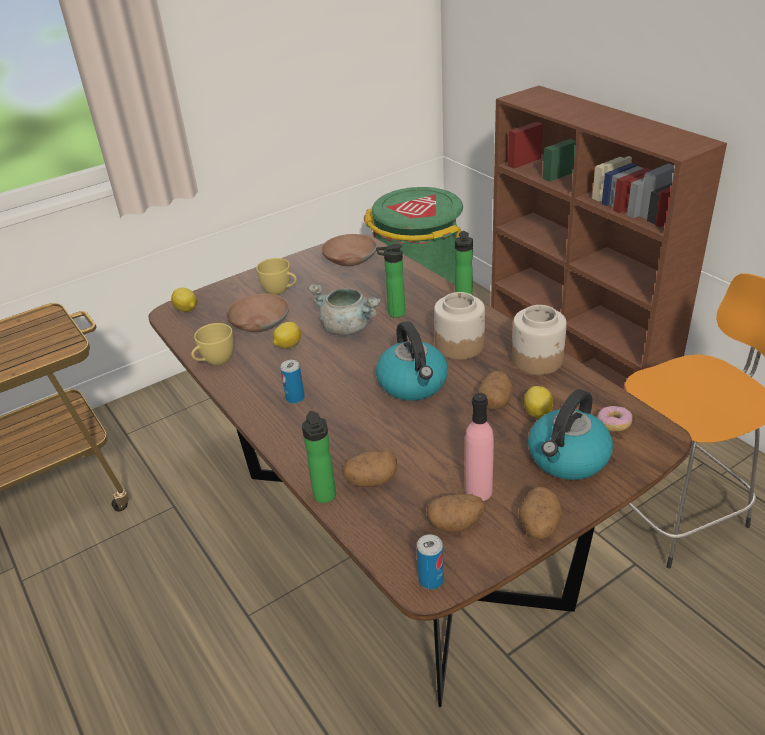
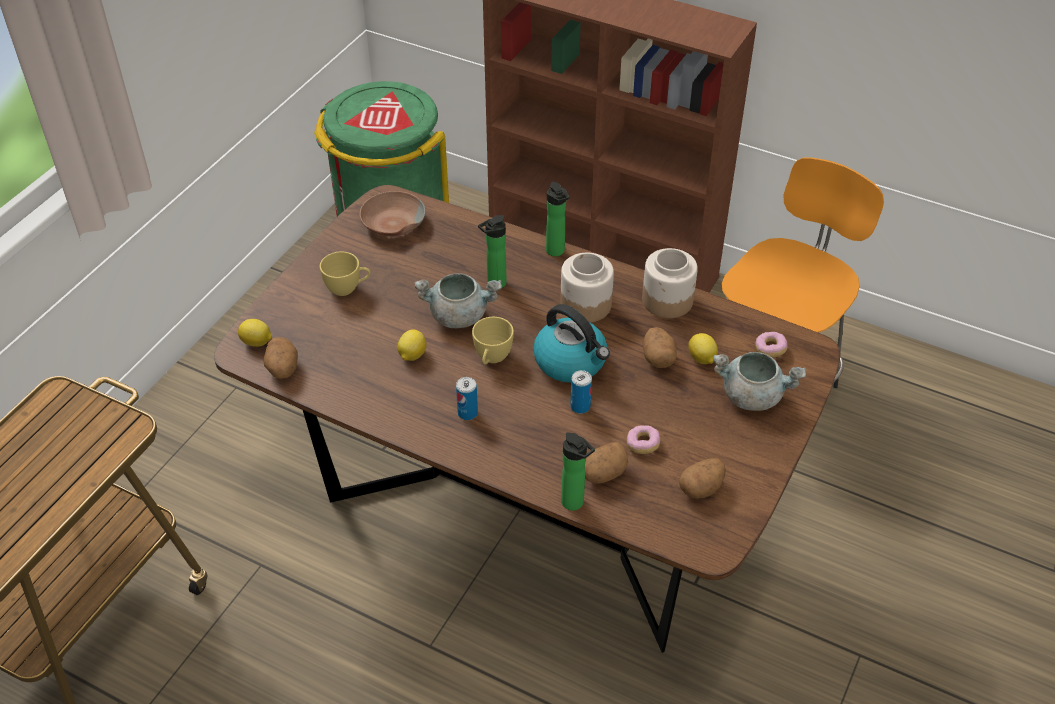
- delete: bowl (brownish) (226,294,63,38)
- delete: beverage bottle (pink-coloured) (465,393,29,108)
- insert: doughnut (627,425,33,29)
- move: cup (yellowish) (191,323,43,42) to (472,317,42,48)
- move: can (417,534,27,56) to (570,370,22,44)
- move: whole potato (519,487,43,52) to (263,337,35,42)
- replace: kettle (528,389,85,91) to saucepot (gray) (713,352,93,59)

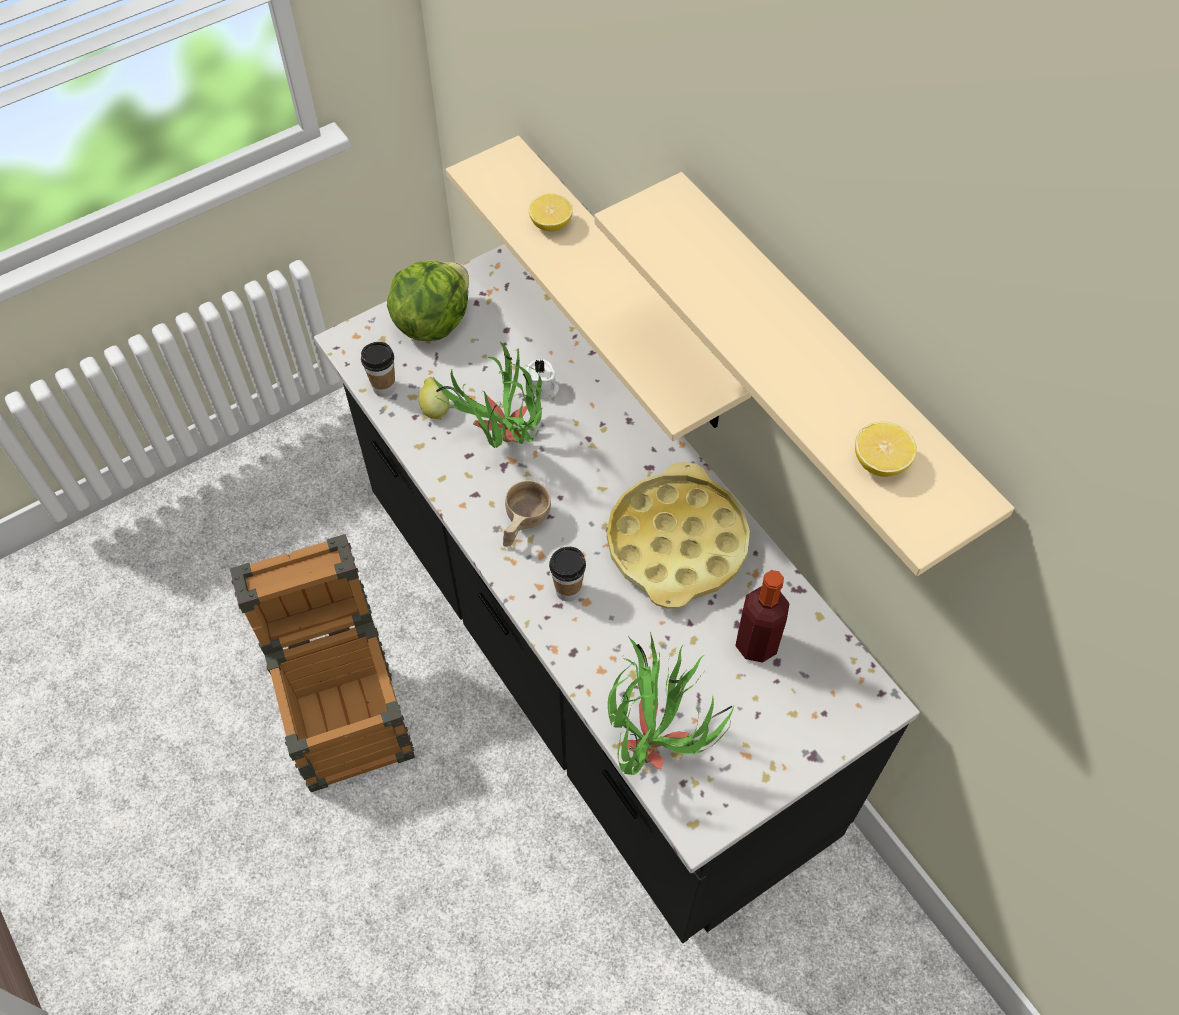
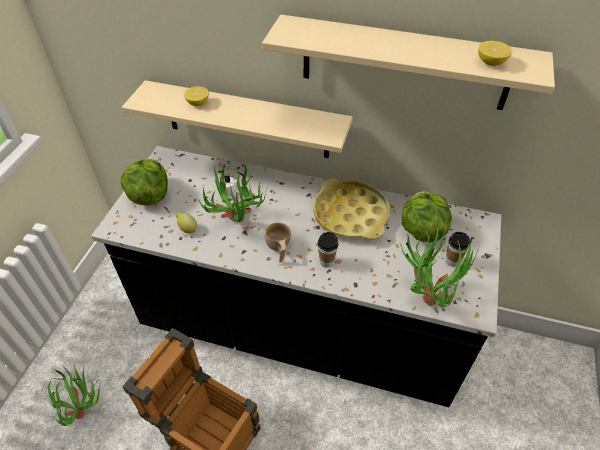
- insert: plant in a pot (46,363,54,63)
- move: cup (361,342,35,55) to (445,232,25,35)
- replace: beverage bottle (735,570,54,93) to lettuce head (401,191,51,51)

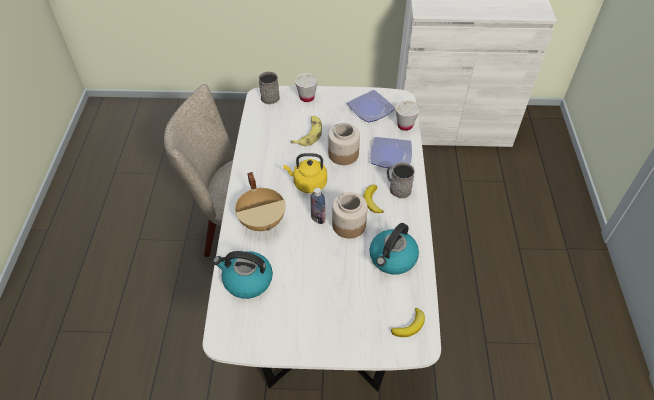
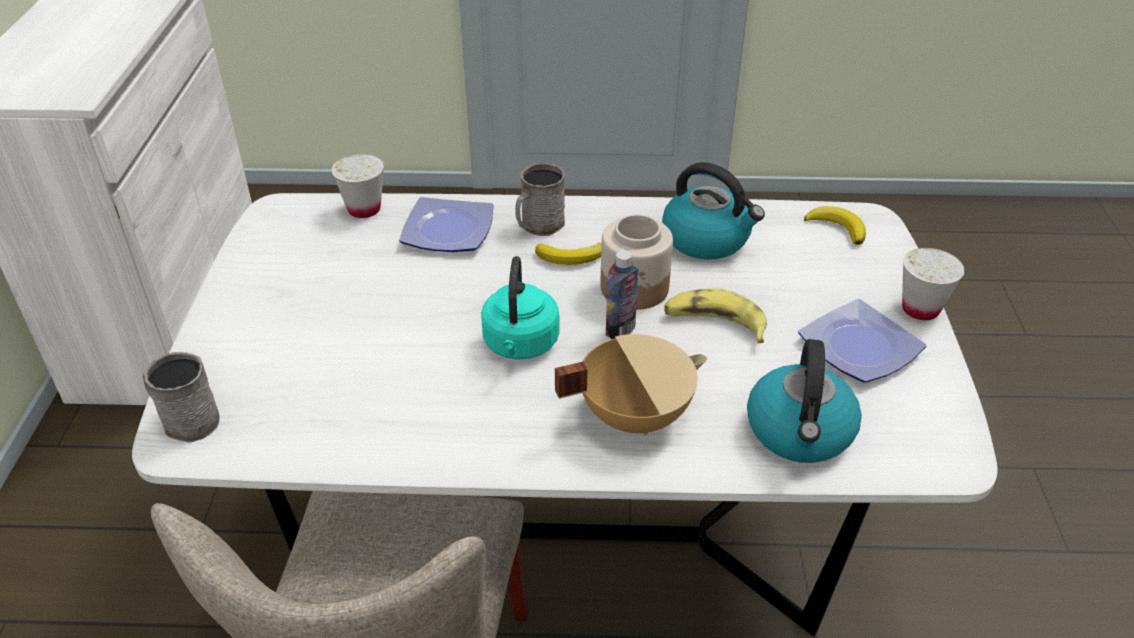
- delete: preserve jar (328,123,32,42)
- move: banana fruit (291,116,31,30) to (664,288,103,55)
- move: cup (white) (295,73,23,29) to (902,248,63,72)
- move: flat dish (347,90,48,32) to (798,299,128,84)
- recolor: kettle (yellowish) (283,153,44,40) to kettle (turquoise-coloured) (481,256,79,104)

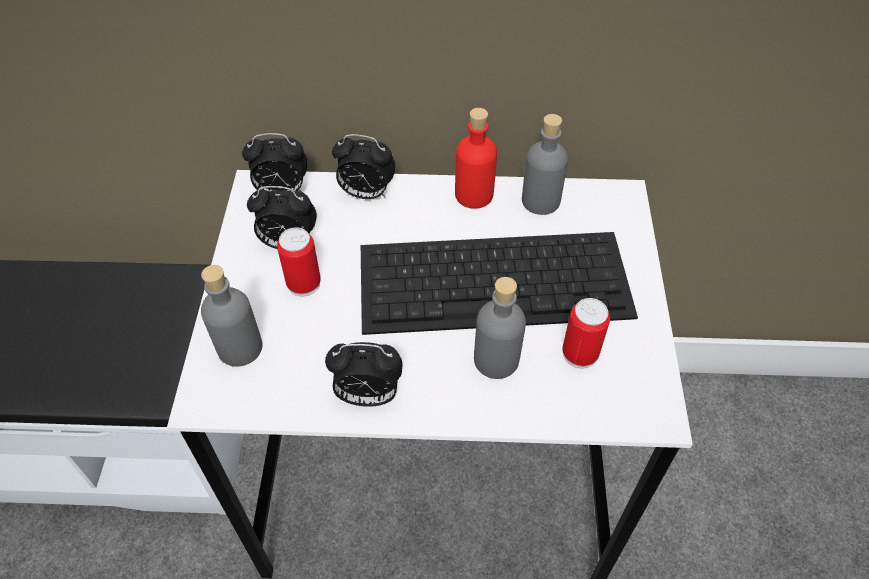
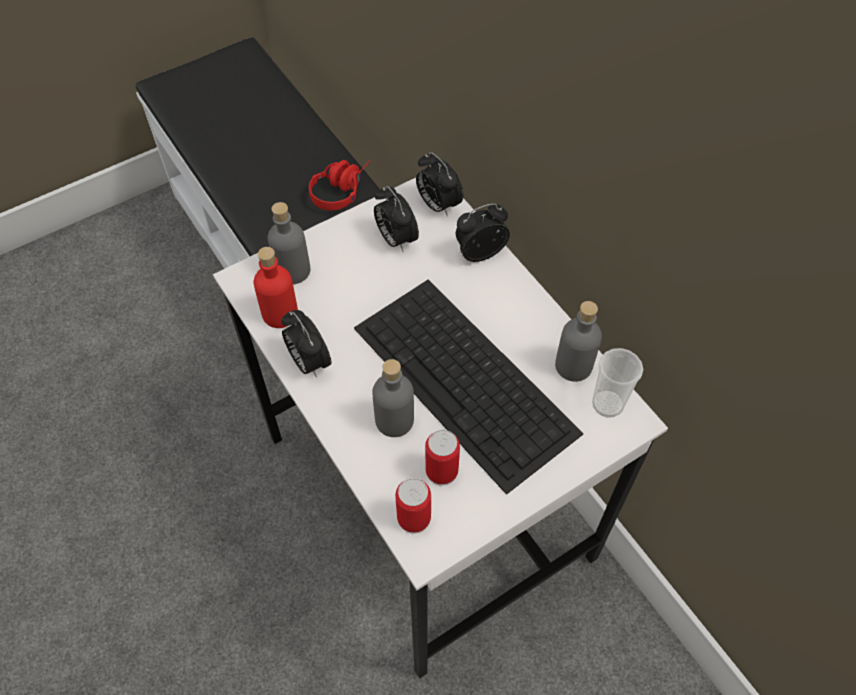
- insert: headphones (reddish) (309,160,61,51)
- insert: cup (592,348,51,70)
- move: can (277,227,44,69) to (395,478,36,56)
- move: beverage bottle (reddish) (455,108,42,101) to (254,247,44,81)
- rotate: bedside clock (332,134,64,65) = (456,203,54,59) 90 degrees clockwise

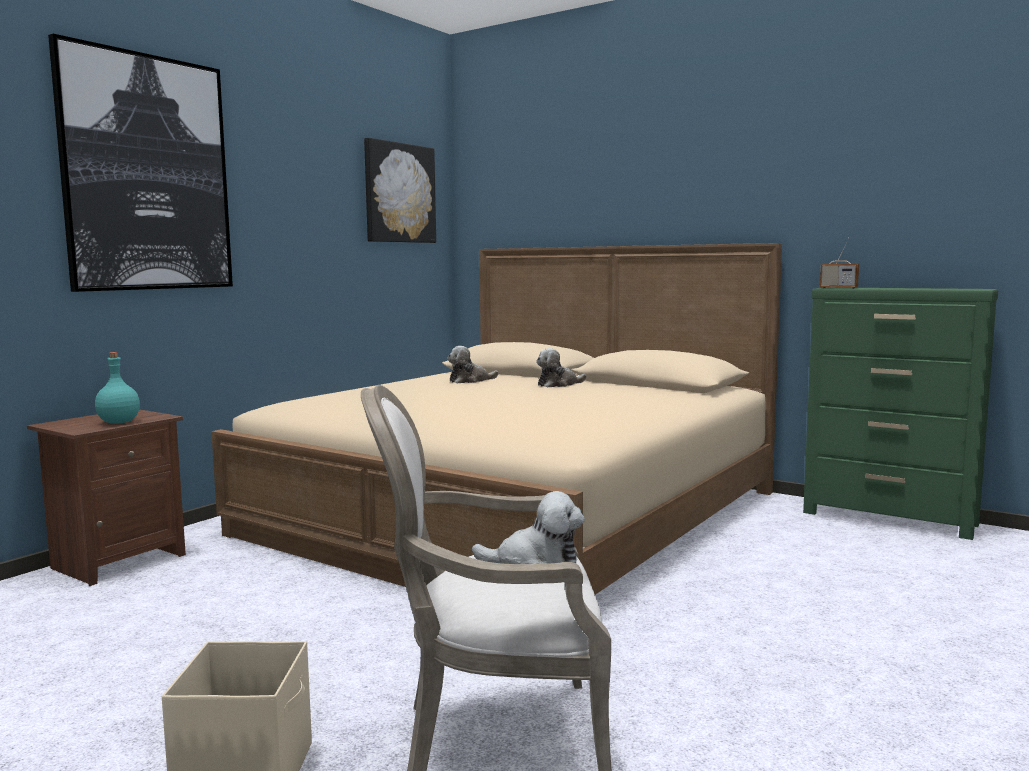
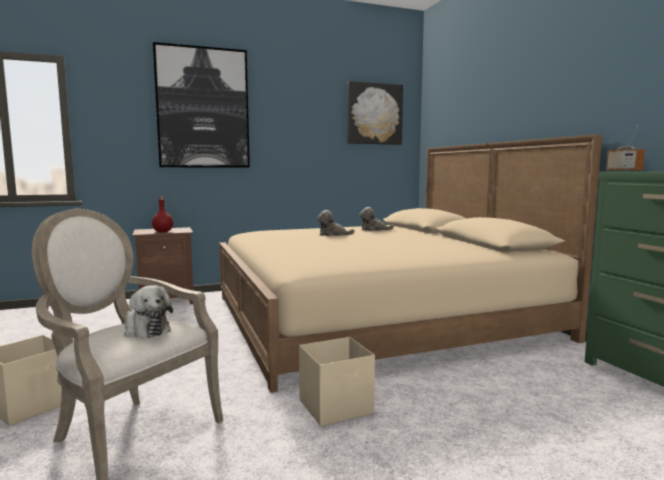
- insert: storage box (sand-coloured) (299,337,76,89)
- move: cuddly toy (536,348,50,40) to (317,210,38,26)
- recolor: beverage bottle (turquoise-coloured) (95,352,45,72) to beverage bottle (reddish) (152,197,21,35)

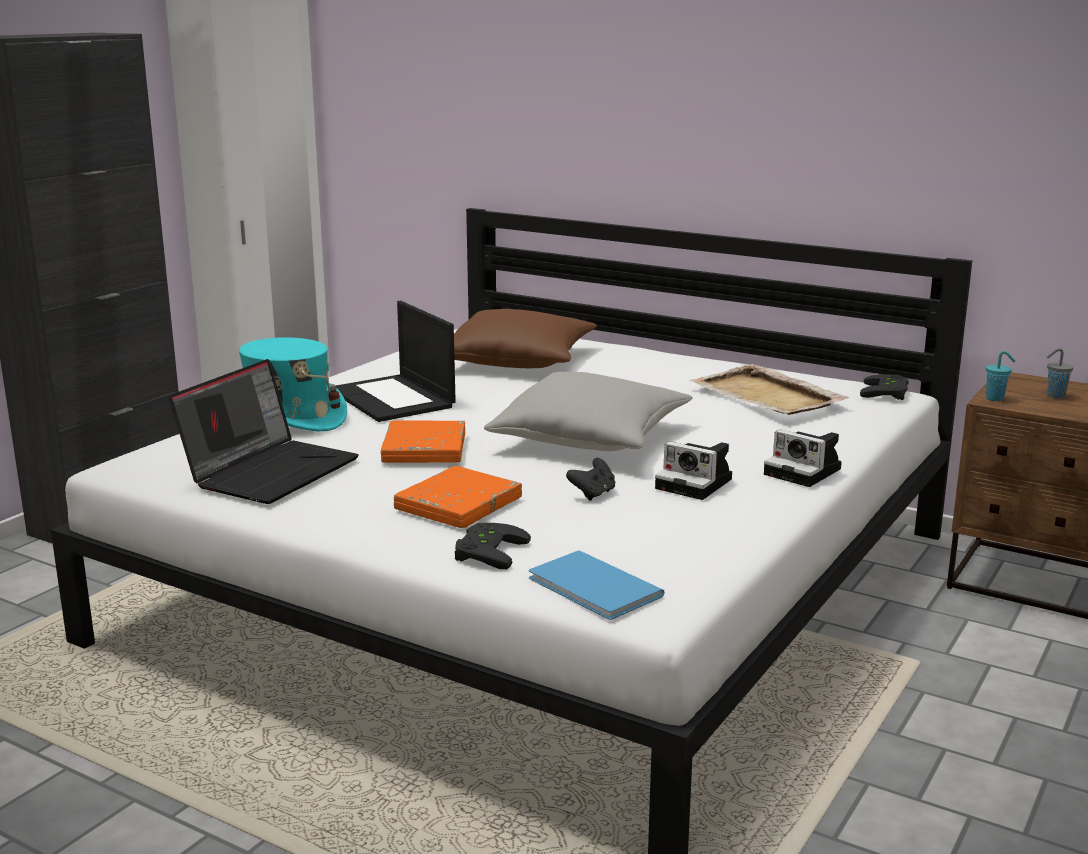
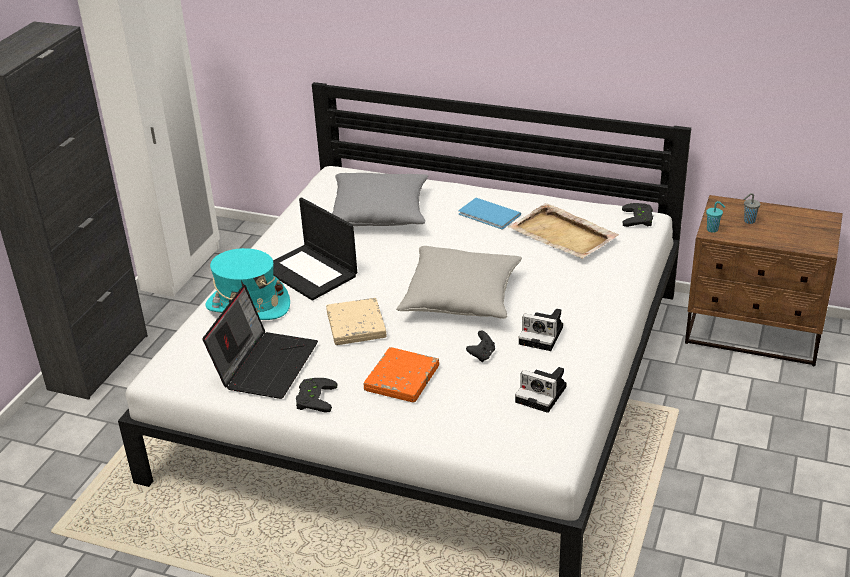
- move: joypad (blackish) (455,523,76,46) to (296,378,41,35)
- move: volume (bluish) (529,550,136,70) to (458,198,63,32)
- move: photo camera (764,429,78,58) to (515,367,52,46)
- recolor: volume (orange-coloured) (381,420,84,43) to volume (sand-coloured) (326,298,61,47)
- recolor: throw pillow (brownish) (454,309,143,59) to throw pillow (gray) (332,173,96,53)

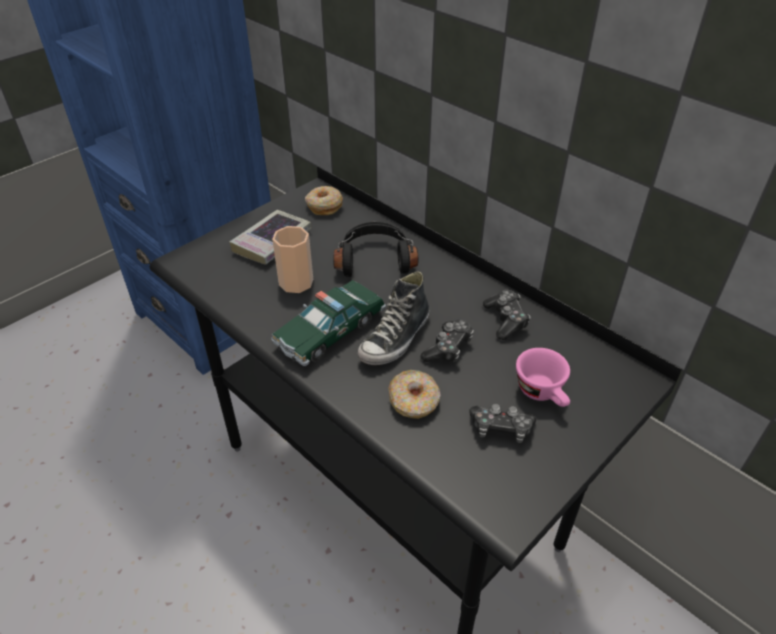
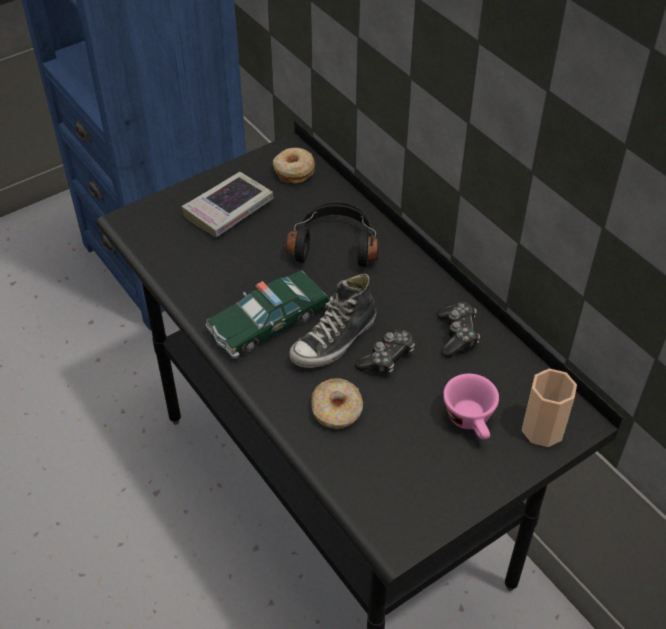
- delete: joypad (469,404,67,39)
- move: cup (272,226,41,67) to (522,369,55,78)

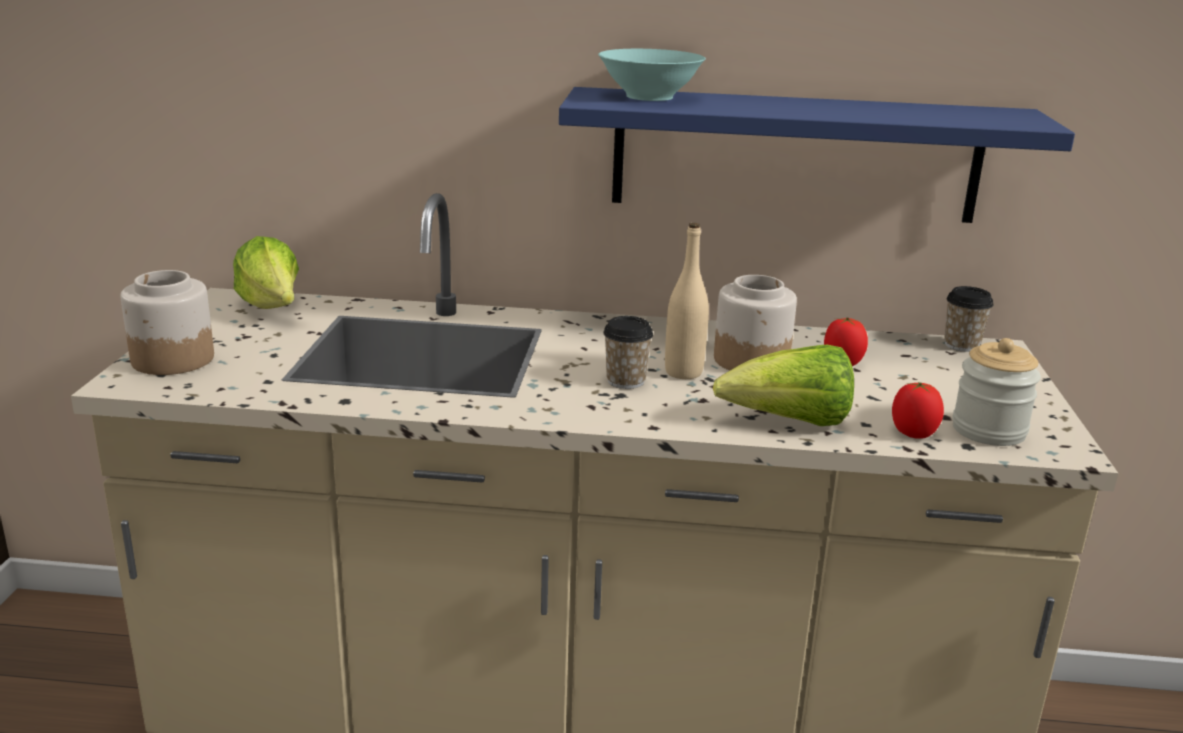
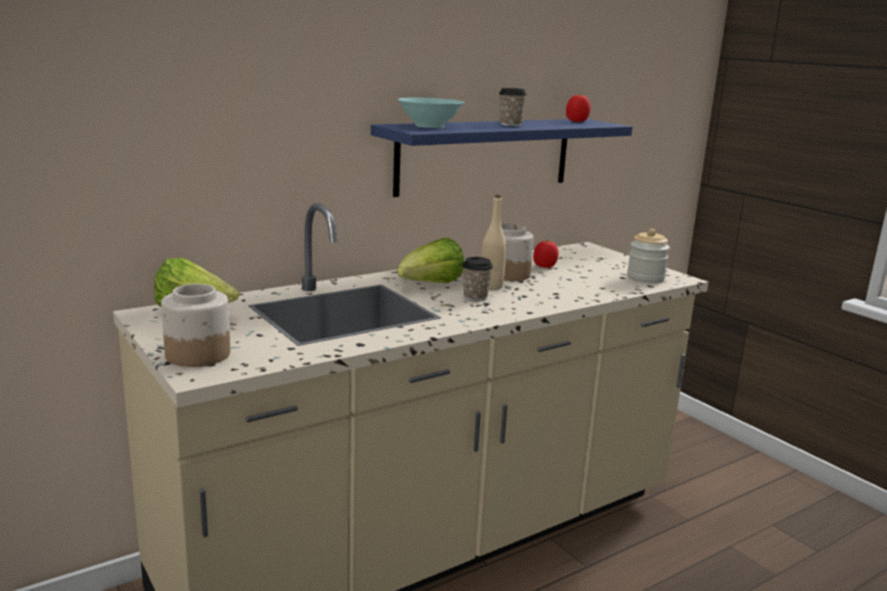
- move: lettuce head (713,345,141,81) to (397,238,67,45)
- move: tomato (892,382,52,57) to (566,93,25,29)
- move: cup (944,286,50,66) to (499,88,28,38)

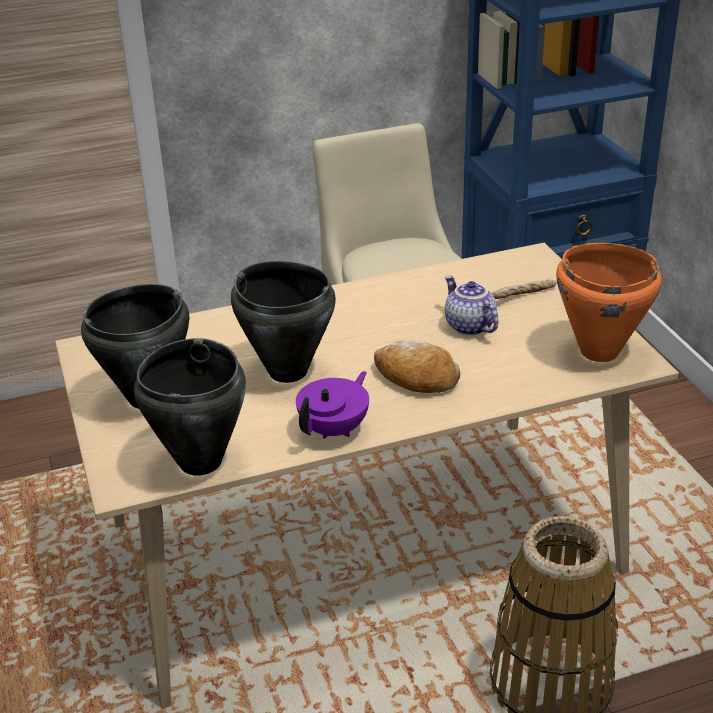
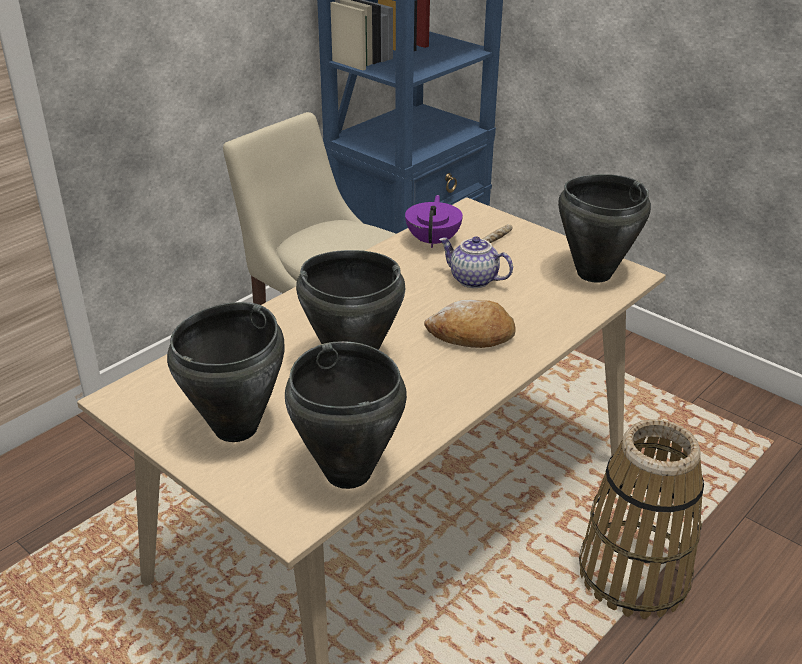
- move: tea pot (purple) (296,371,73,68) to (405,195,58,53)
- recolor: saucepot (orange-coloured) (556,243,106,119) to saucepot (blackish) (558,174,93,109)

